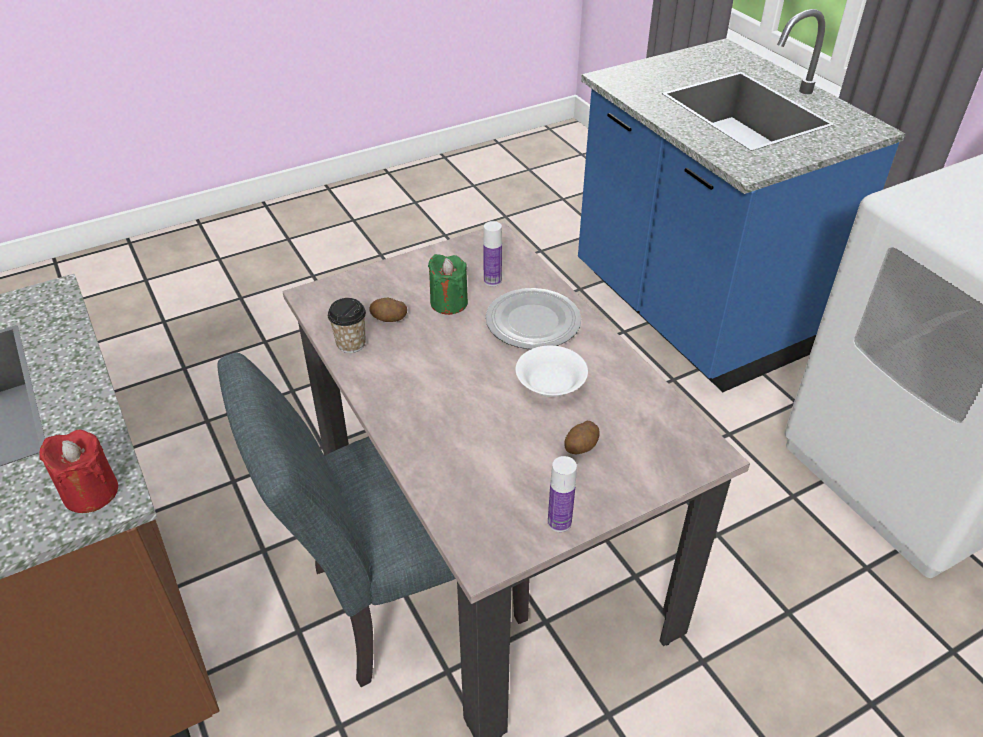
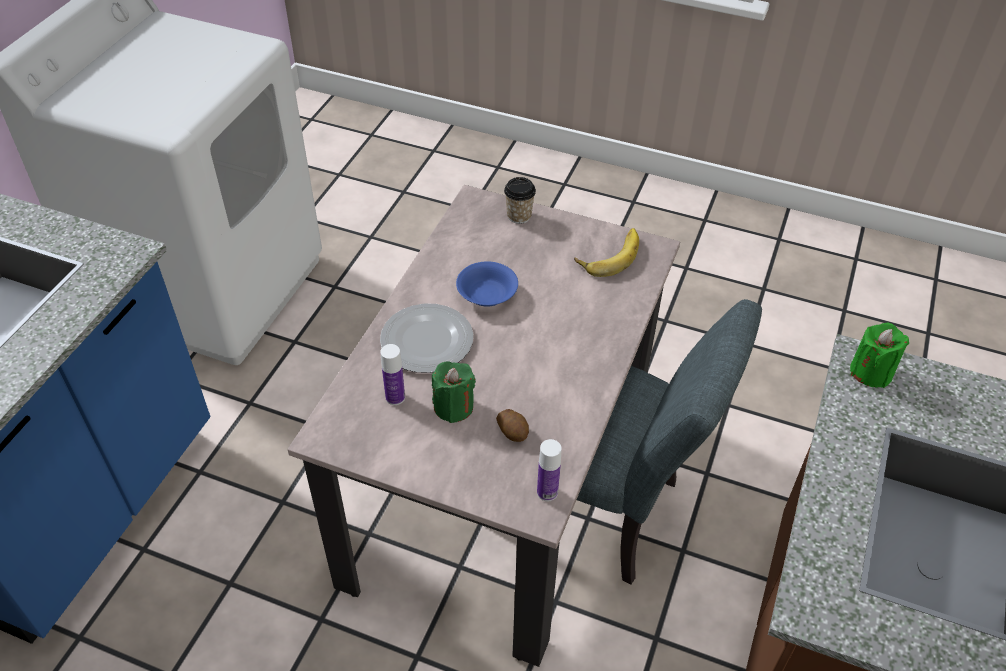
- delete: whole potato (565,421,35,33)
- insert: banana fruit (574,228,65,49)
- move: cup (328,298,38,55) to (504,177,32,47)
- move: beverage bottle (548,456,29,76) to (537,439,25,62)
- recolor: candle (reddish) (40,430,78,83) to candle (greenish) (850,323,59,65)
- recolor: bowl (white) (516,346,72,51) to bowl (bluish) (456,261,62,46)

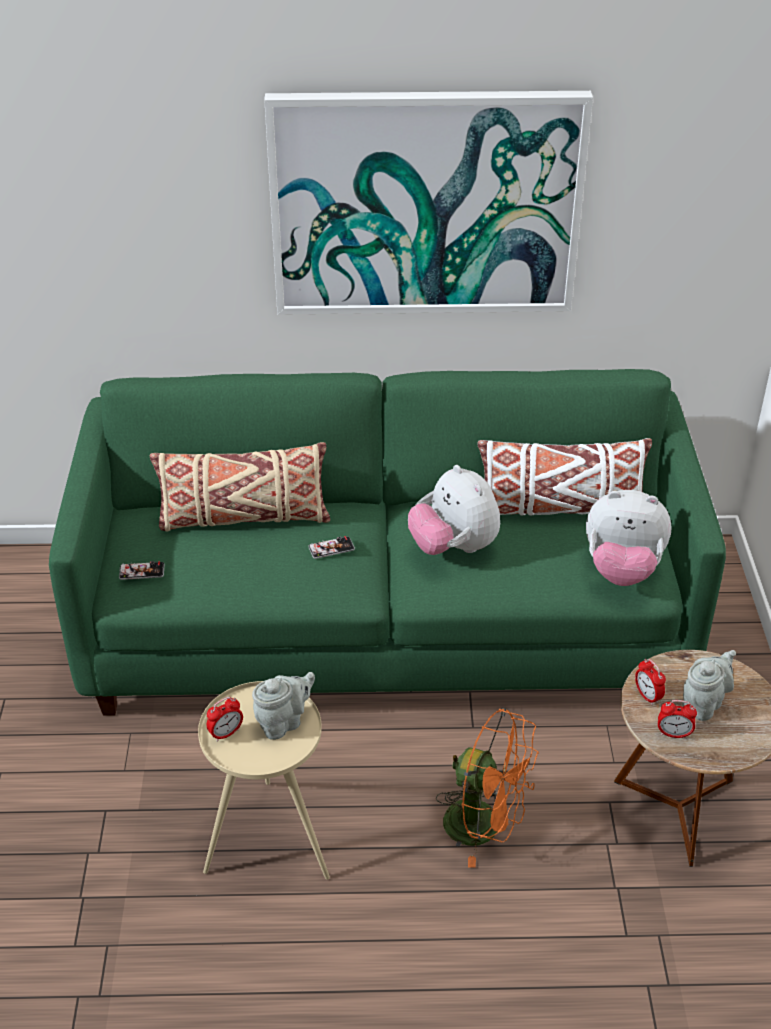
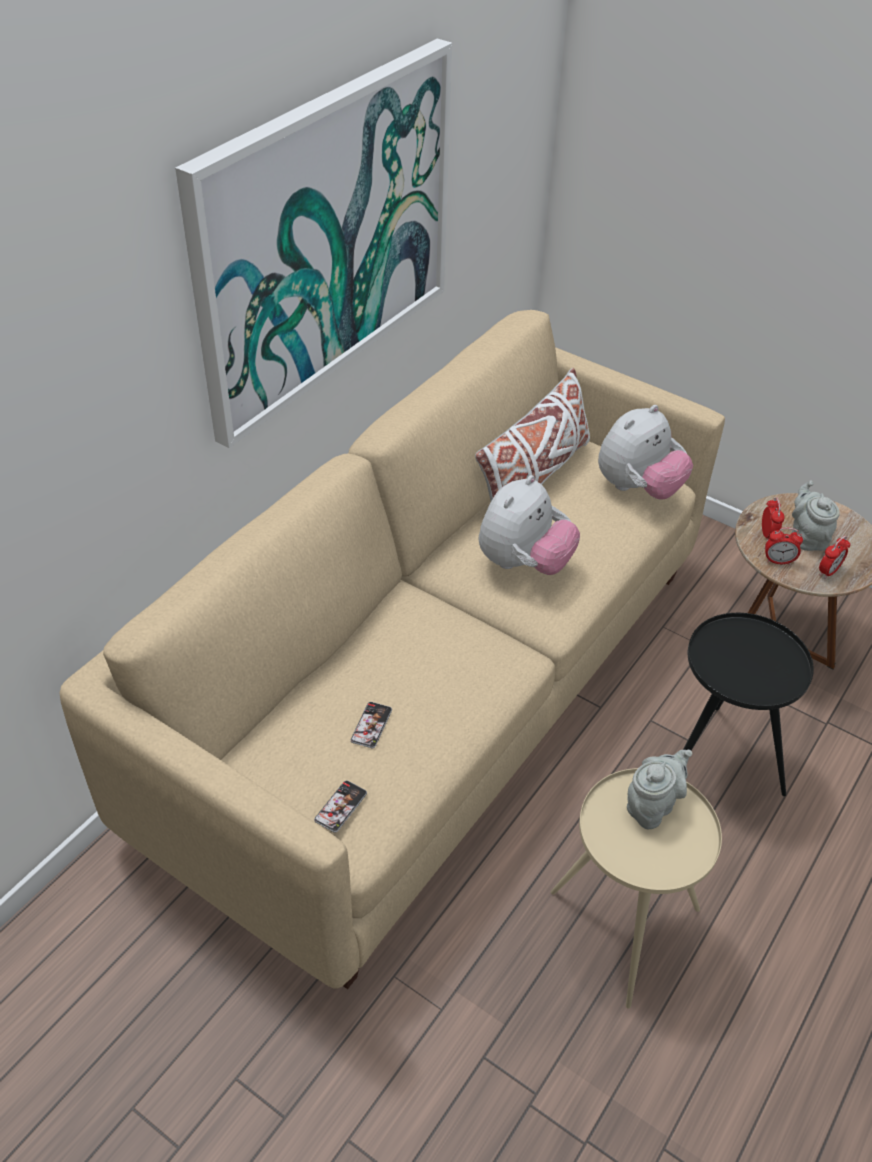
- delete: throw pillow (sand-coloured) (150,442,180,90)
- move: bedside clock (206,697,37,45) to (762,497,23,44)
- move: handset (308,536,47,23) to (351,702,41,46)
- replace: cooling fan (orange-coloured) (436,708,103,160) to end table (blackish) (683,613,131,183)
- recolor: settee (greenish) (49,369,677,347) to settee (sand-coloured) (60,310,665,679)
- rotate: tea pot (gray) (252,672,63,68) = (627,750,65,79) 45 degrees clockwise
- rotate: cuddly toy (408,465,92,90) = (479,475,101,100) 60 degrees counterclockwise

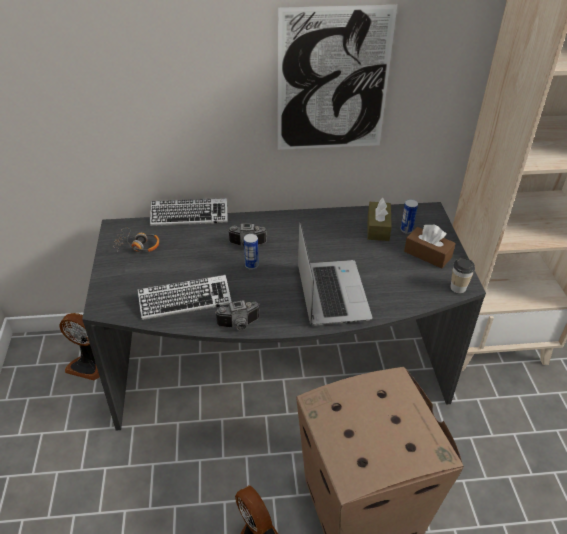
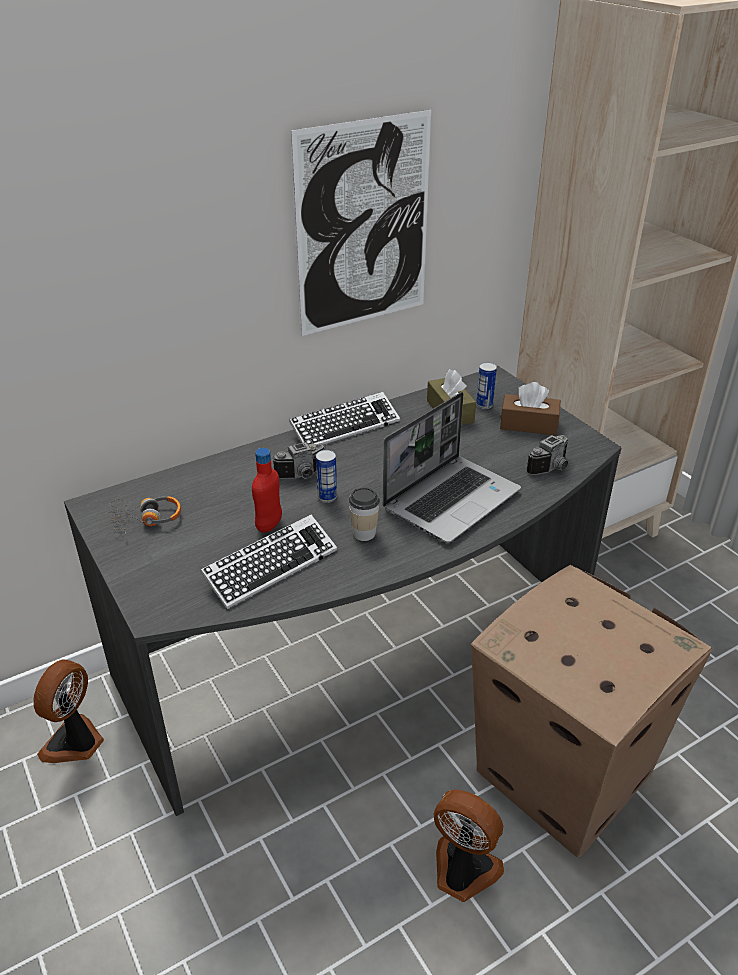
- insert: beverage bottle (reddish) (252,448,30,85)
- move: keyboard (150,198,78,28) to (289,392,111,53)
- move: photo camera (215,300,45,30) to (526,435,42,40)
- move: cup (450,258,25,36) to (349,488,31,53)
- rotate: cooling fan (59,313,41,67) = (33,659,71,104) 120 degrees clockwise
- rotate: portable computer (298,221,75,105) = (383,392,138,151) 75 degrees clockwise

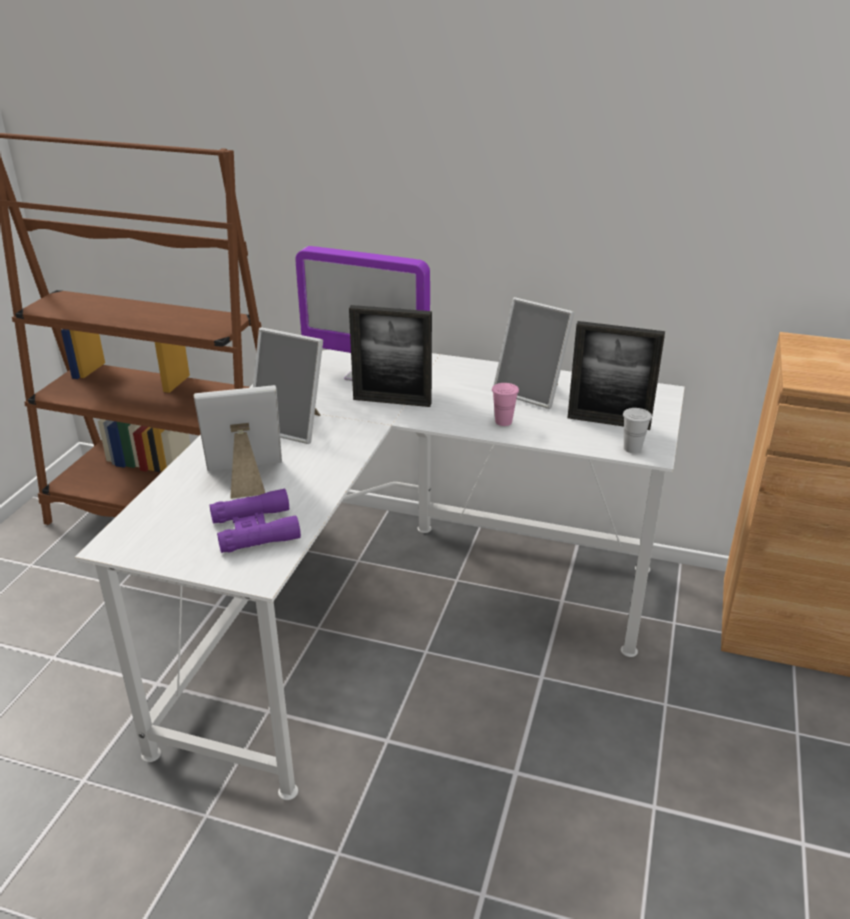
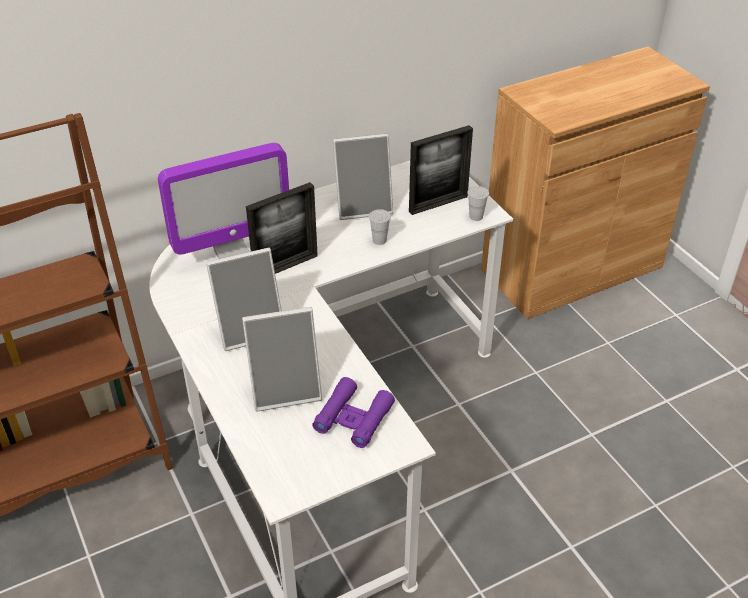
- recolor: cup (pink-coloured) (492,383,27,43) to cup (white) (369,209,22,36)
- rotate: picture frame (194,385,88,114) = (242,307,80,105) 135 degrees counterclockwise

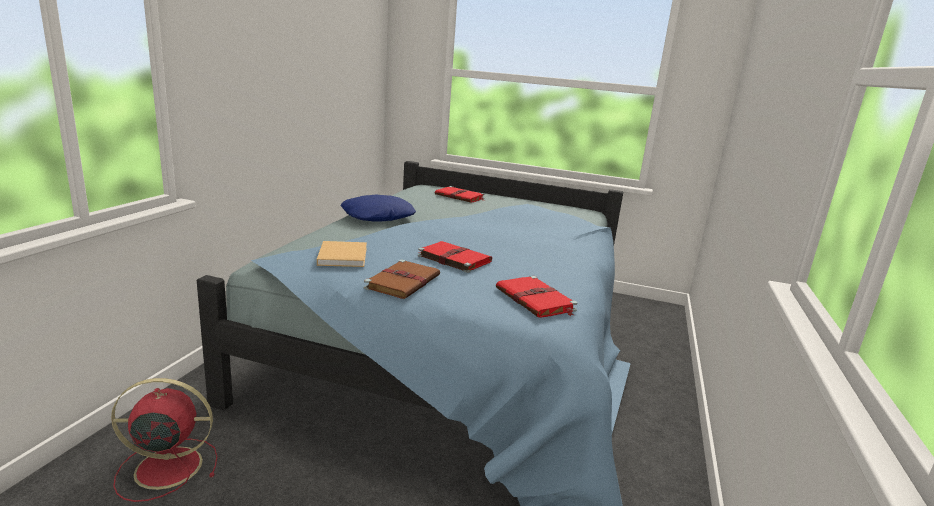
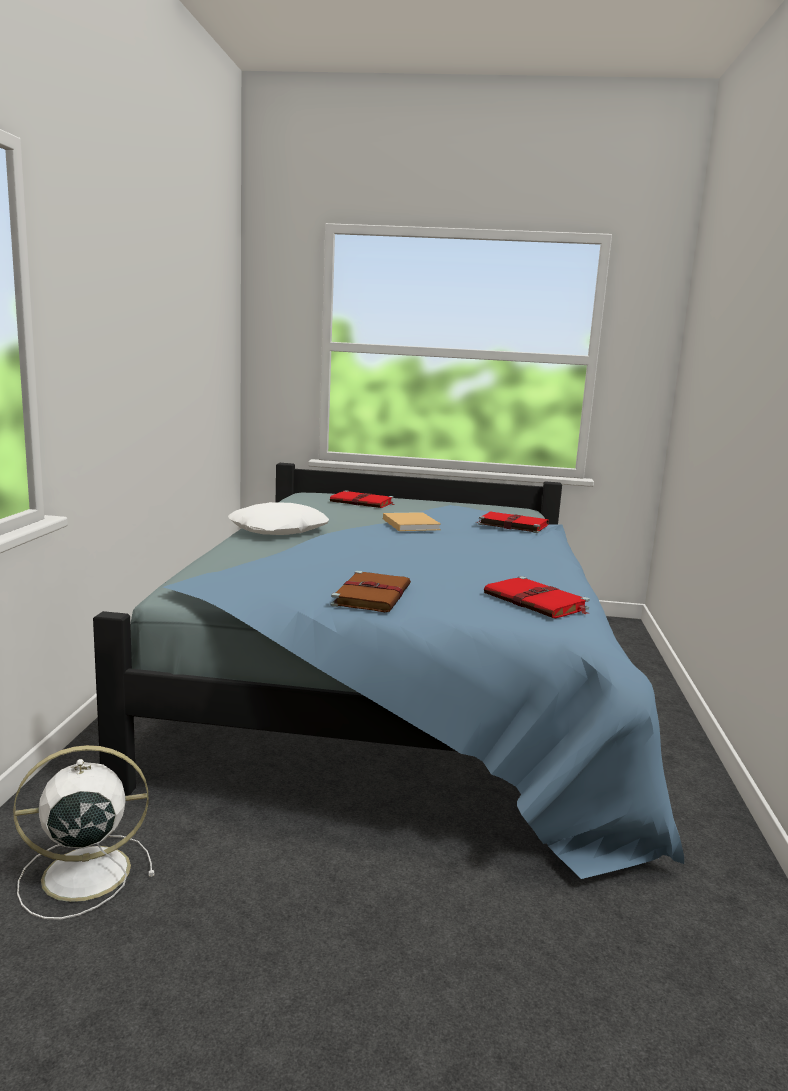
- move: volume (sand-coloured) (317,241,50,26) to (383,512,58,19)
- move: volume (reddish) (418,241,74,32) to (476,511,73,22)
- recolor: cooling fan (reddish) (111,378,106,124) to cooling fan (white) (13,745,141,175)
- recolor: throw pillow (bluish) (341,194,75,27) to throw pillow (white) (228,502,101,33)

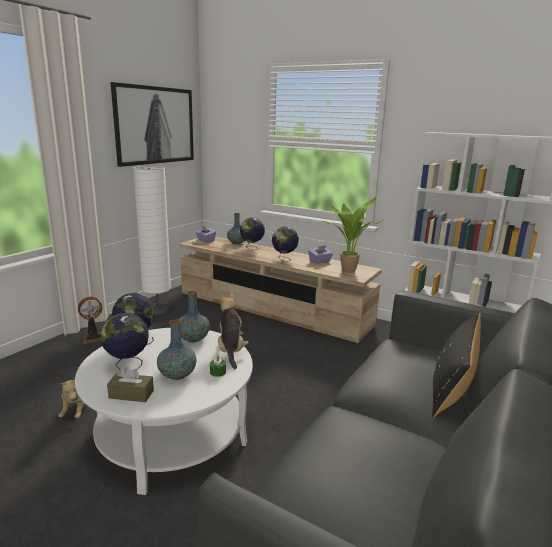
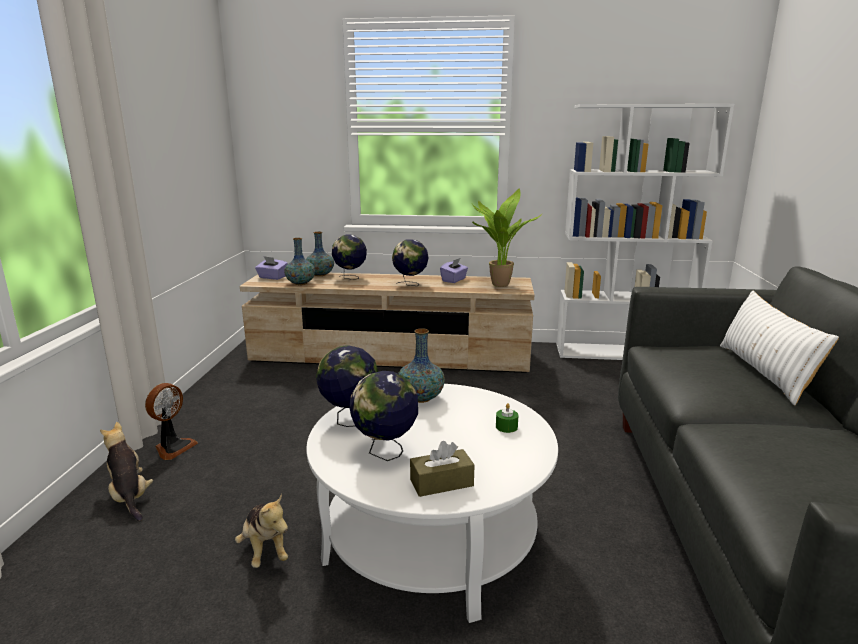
- delete: wall art (111,82,83,85)
- delete: floor lamp (white) (133,166,38,149)
- move: vase (157,320,40,60) to (284,238,31,47)
- move: cuddly toy (218,293,31,76) to (100,422,53,99)
- recolor: throw pillow (blackish) (432,312,49,105) to throw pillow (white) (720,290,119,115)

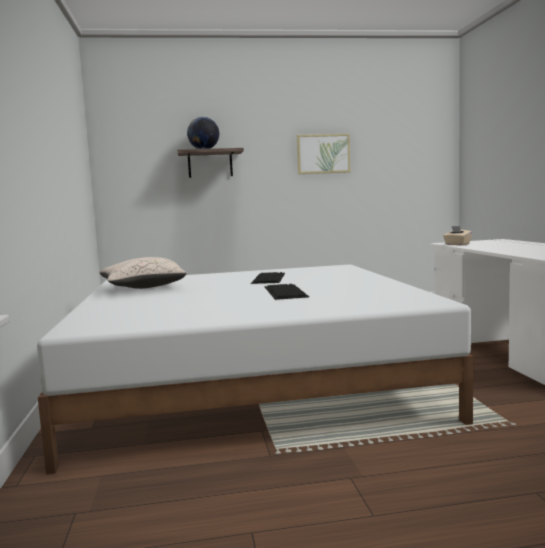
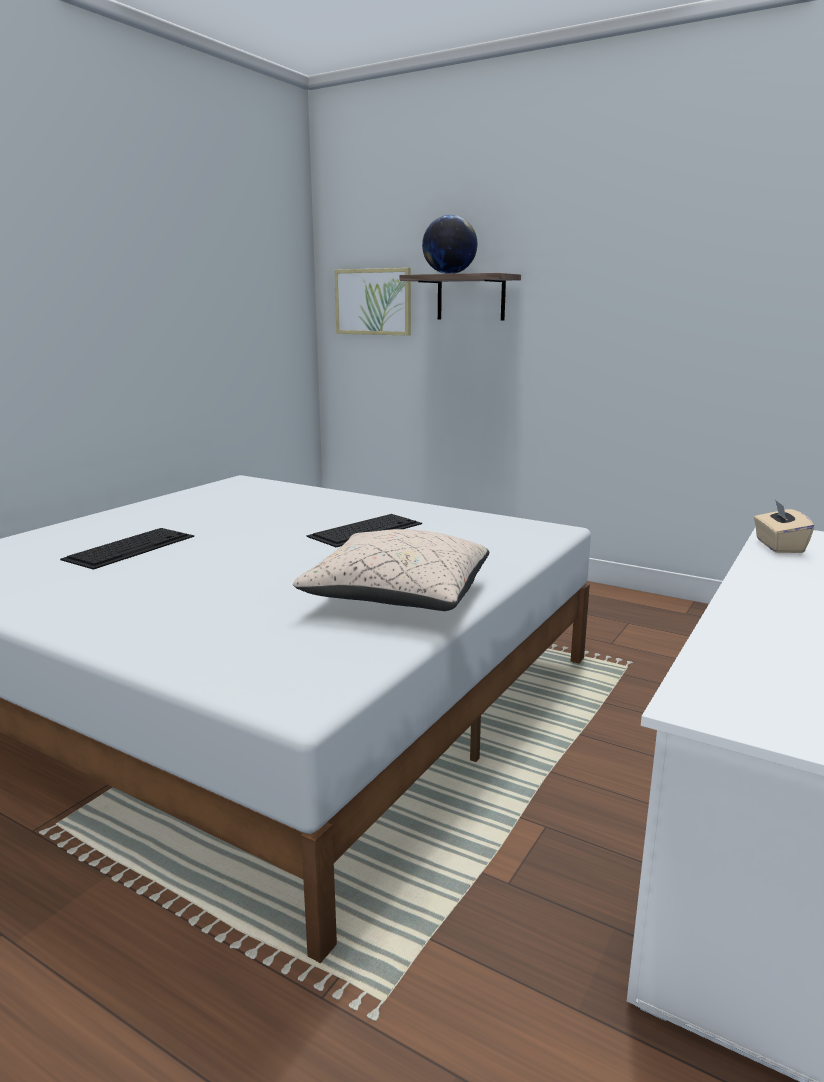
- move: throw pillow (sand-coloured) (99,257,87,32) to (293,529,196,82)
- move: keyboard (264,284,45,16) to (60,528,134,42)
- move: wall art (297,134,54,40) to (334,268,77,68)

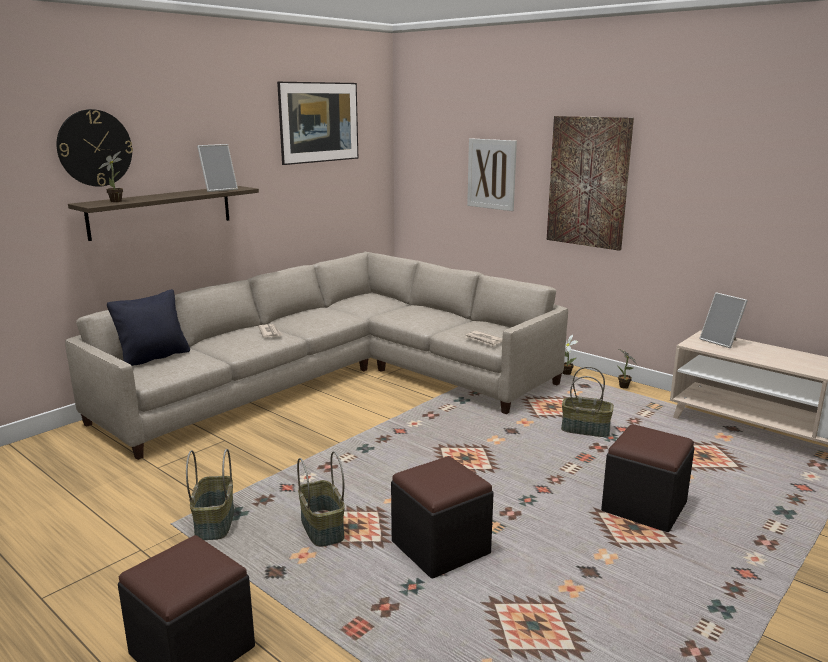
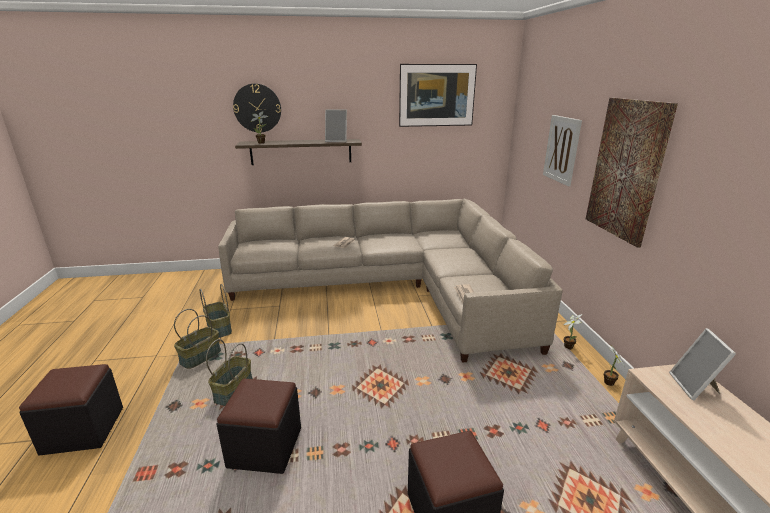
- delete: throw pillow (blackish) (107,289,83,77)
- move: storage basket (561,367,53,70) to (200,284,32,54)

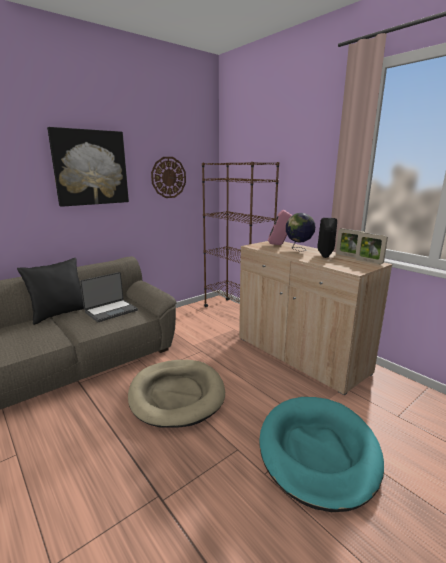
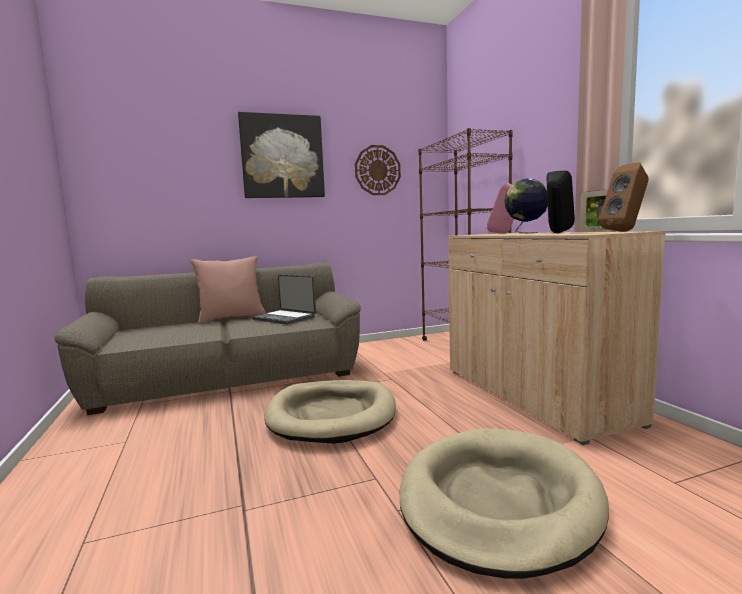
- replace: picture frame (355,232,33,32) to loudspeaker (brownish) (599,162,50,70)
- recolor: throw pillow (blackish) (17,258,67,67) to throw pillow (pink-coloured) (190,256,76,68)
- recolor: dog bed (turquoise-coloured) (259,397,125,115) to dog bed (sand-coloured) (399,429,210,150)
- rotate: portable computer (80,272,58,50) = (252,275,64,50) 60 degrees clockwise

